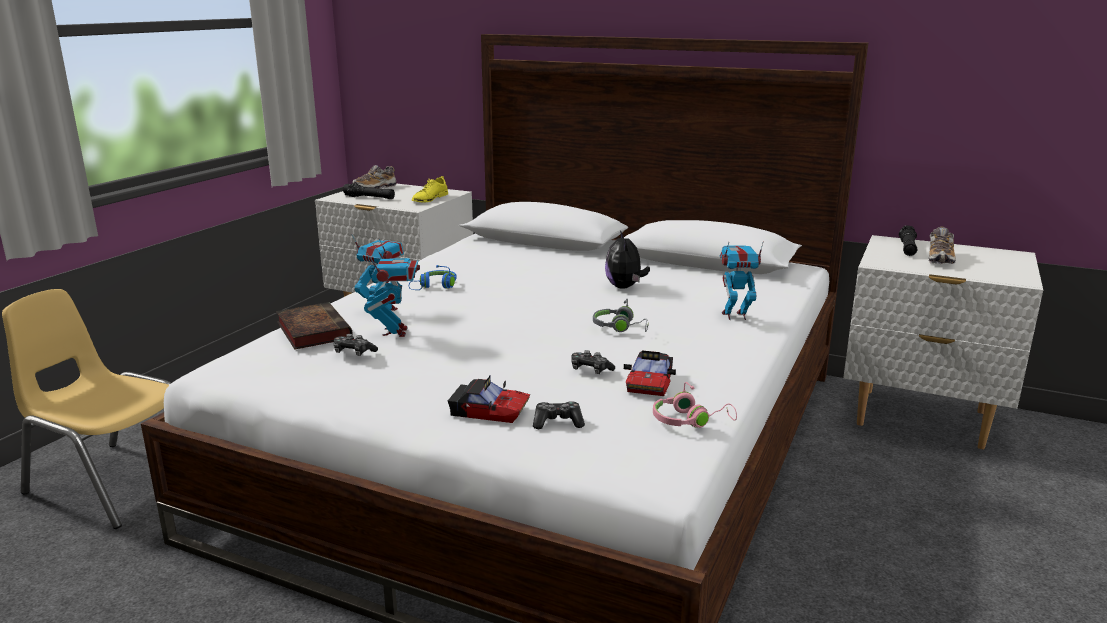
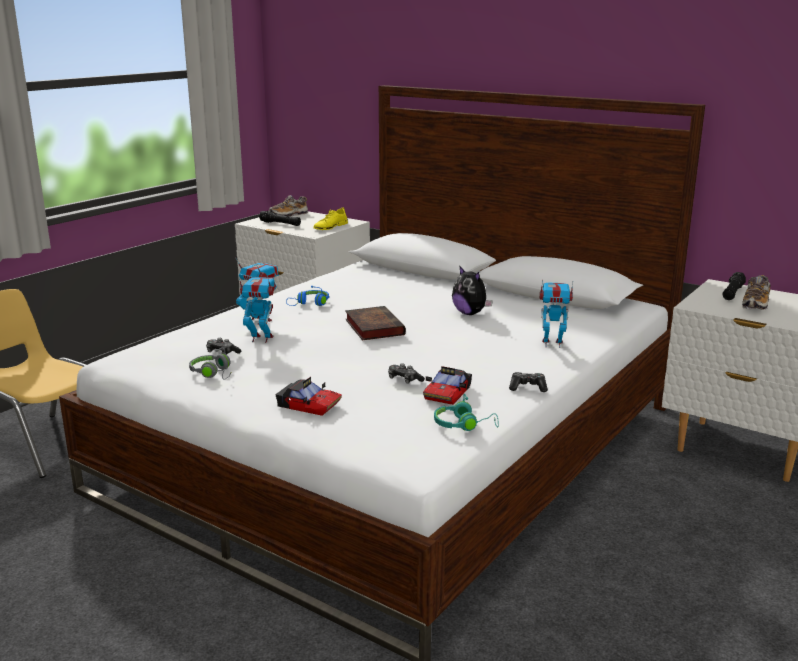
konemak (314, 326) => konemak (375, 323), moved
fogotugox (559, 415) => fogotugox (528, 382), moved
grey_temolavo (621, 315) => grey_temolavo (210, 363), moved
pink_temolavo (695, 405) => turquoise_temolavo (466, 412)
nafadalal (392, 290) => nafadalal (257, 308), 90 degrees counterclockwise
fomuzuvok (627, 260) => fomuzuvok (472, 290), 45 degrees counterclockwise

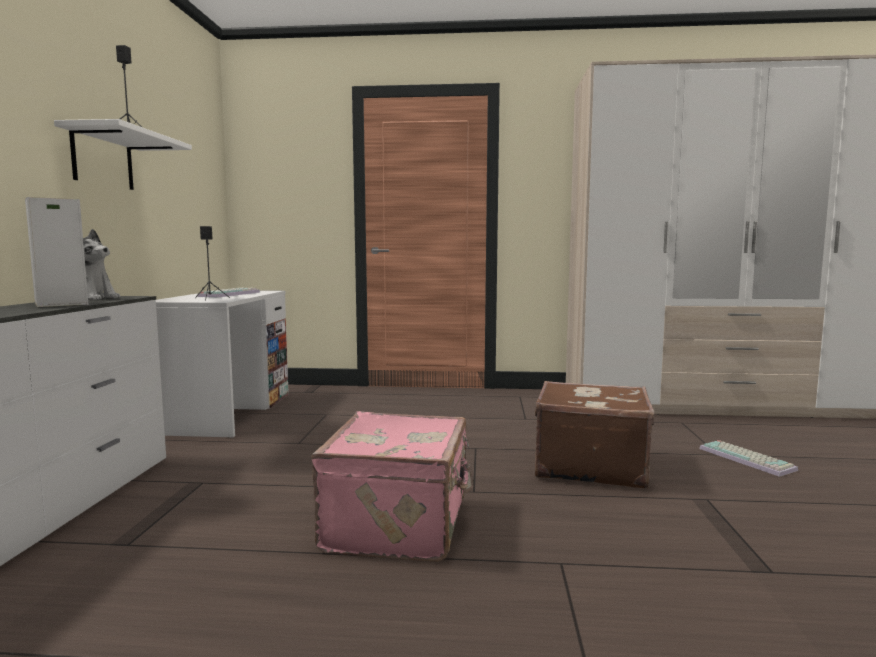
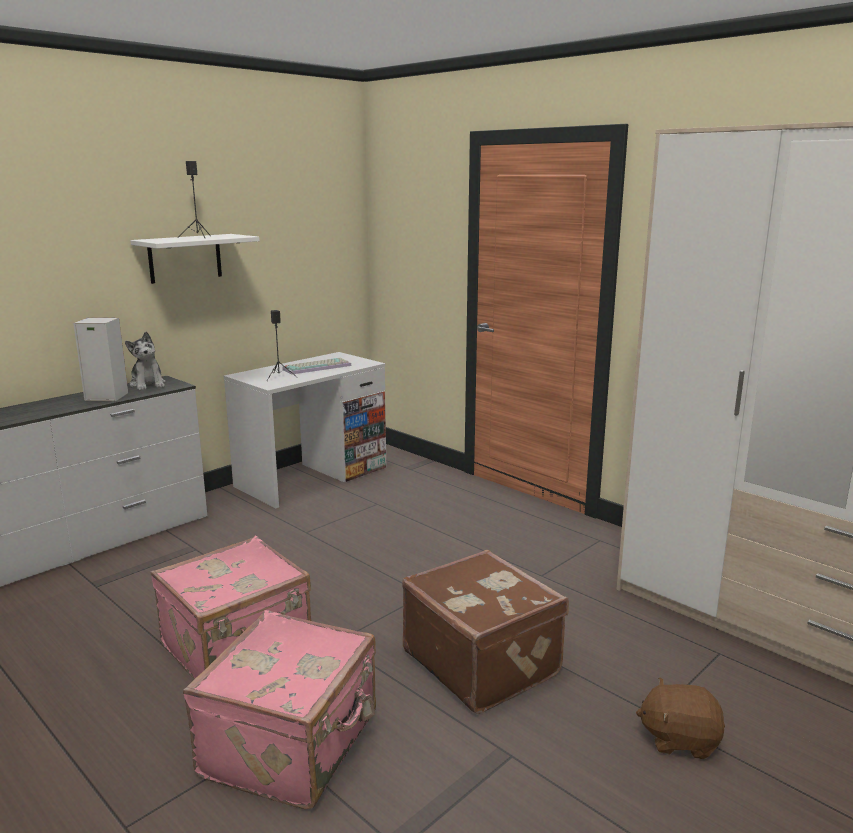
nothing => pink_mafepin (279, 710)
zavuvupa (748, 458) => brown_fomuzuvok (680, 718)

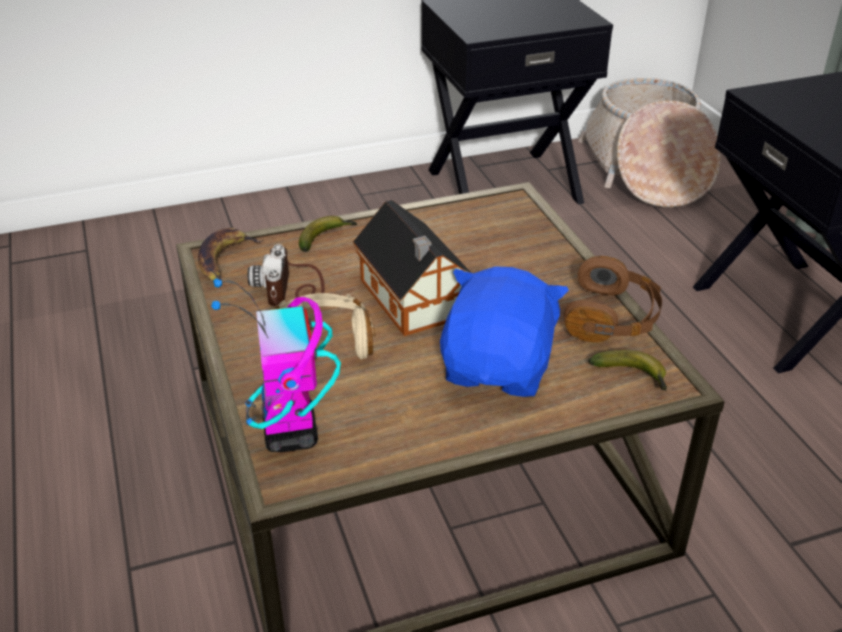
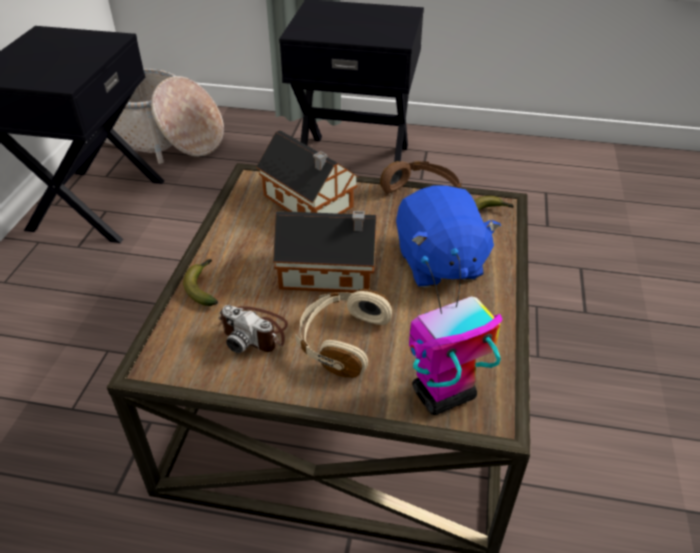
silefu (230, 254) => nothing
nothing => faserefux (307, 172)
nafadalal (276, 365) => nafadalal (456, 331), 135 degrees clockwise
blue_fomuzuvok (504, 331) => blue_fomuzuvok (448, 236), 150 degrees counterclockwise

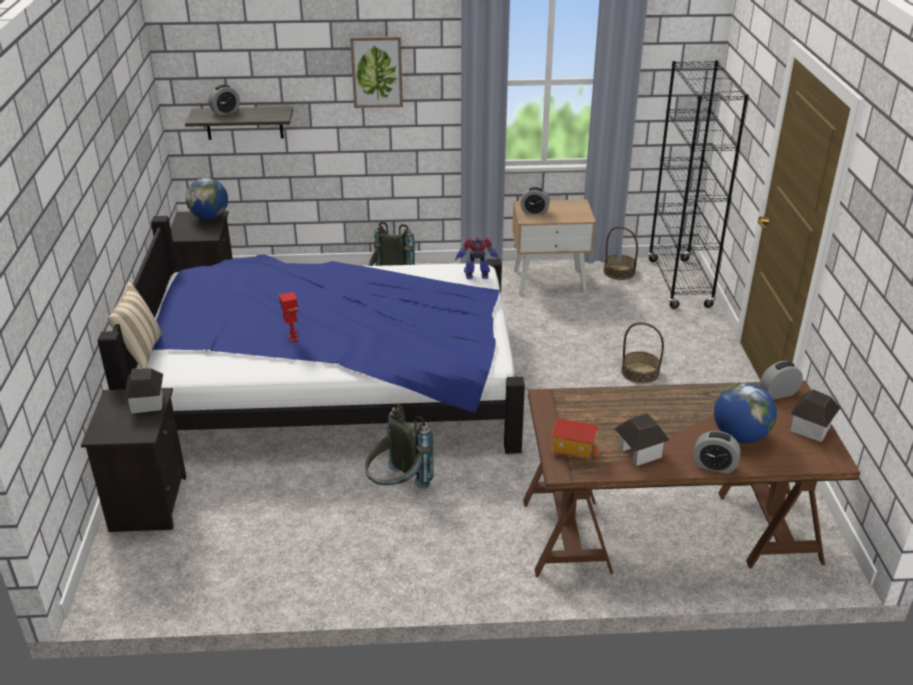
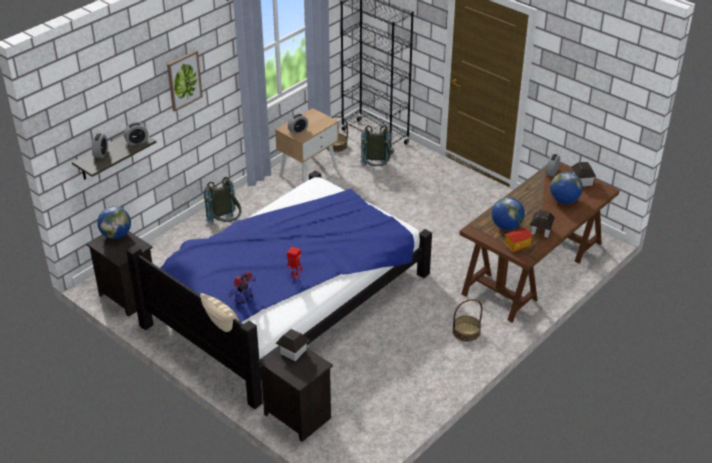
nothing => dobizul (508, 213)
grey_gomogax (399, 446) => grey_gomogax (375, 145), moved
nafadalal (477, 258) => nafadalal (242, 288), moved
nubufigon (642, 353) => nubufigon (467, 320), moved
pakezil (716, 452) => pakezil (136, 134), moved

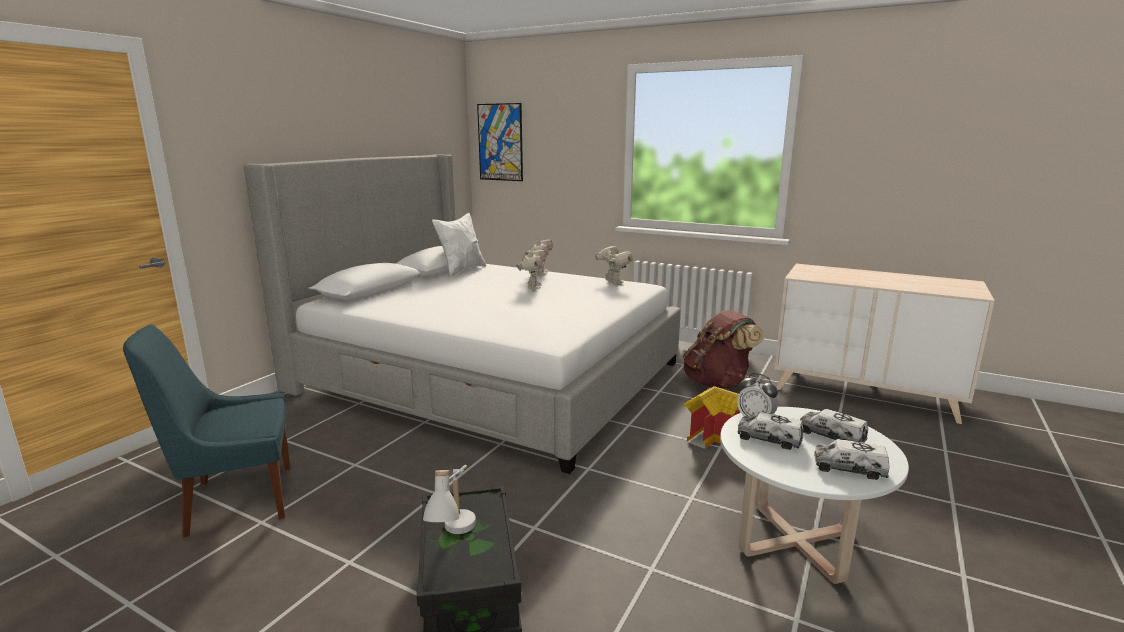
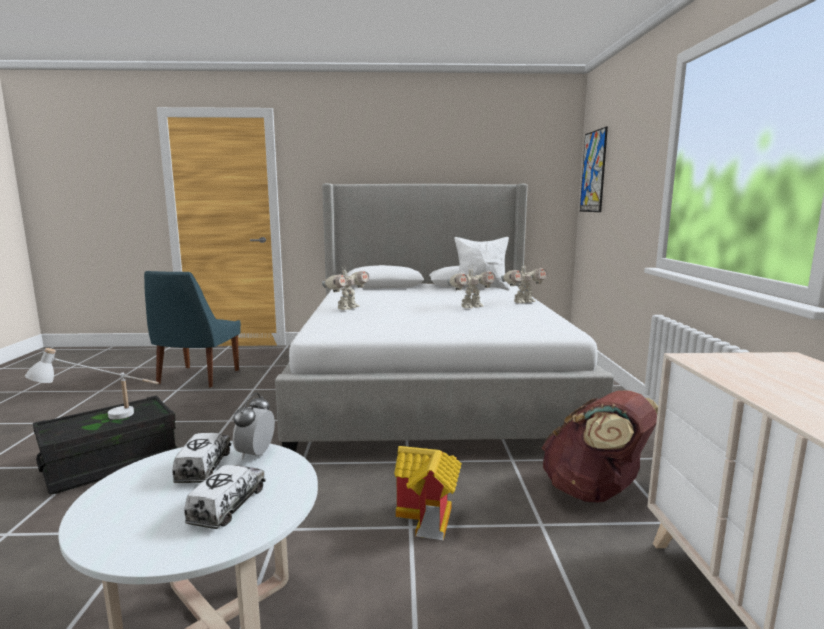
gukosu (852, 459) => nothing
nafadalal (614, 263) => nafadalal (345, 288), moved
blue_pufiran (206, 431) => blue_pufiran (192, 329), 120 degrees counterclockwise

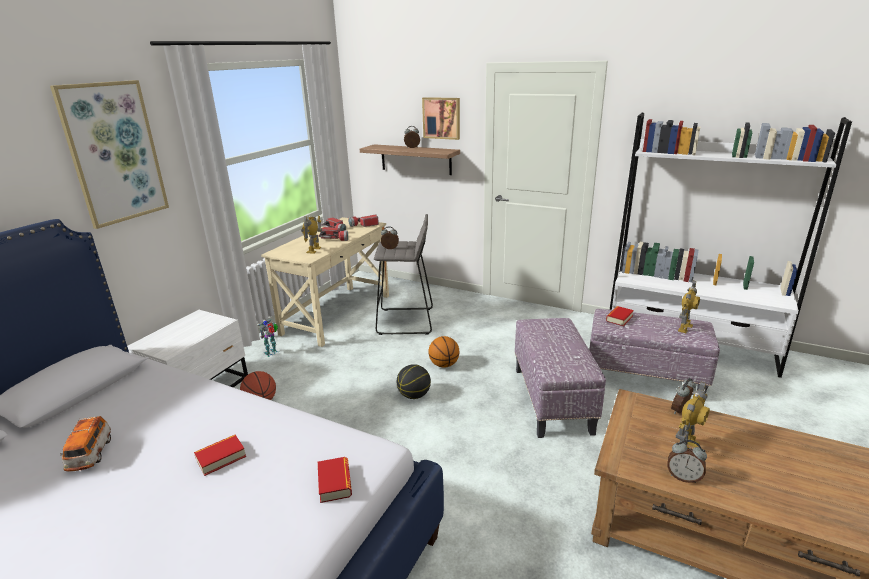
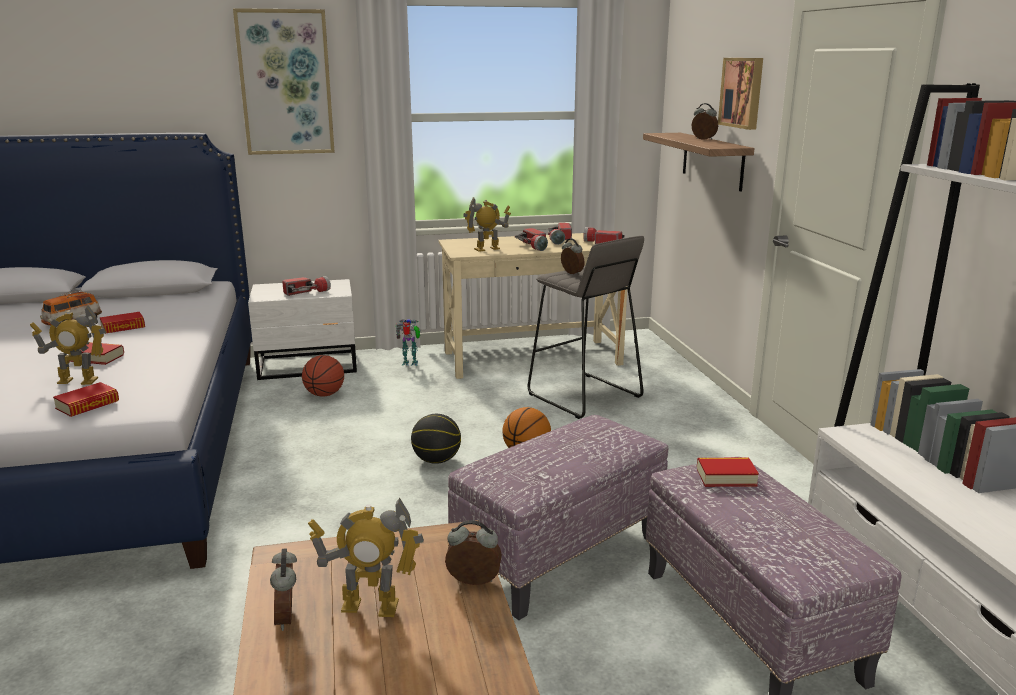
nothing => konemak (122, 323)
nothing => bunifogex (306, 286)
nafadalal (689, 307) => nafadalal (68, 345), moved

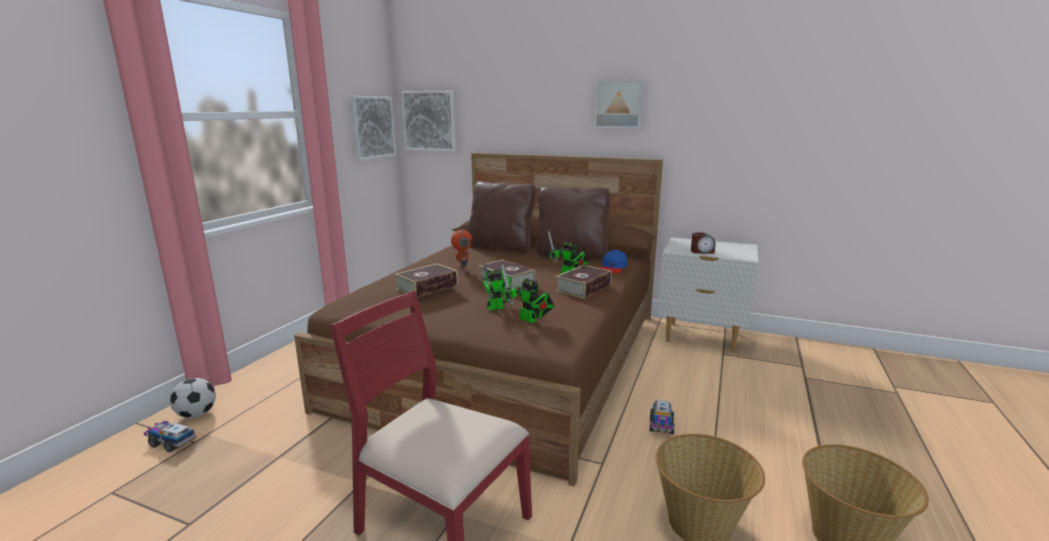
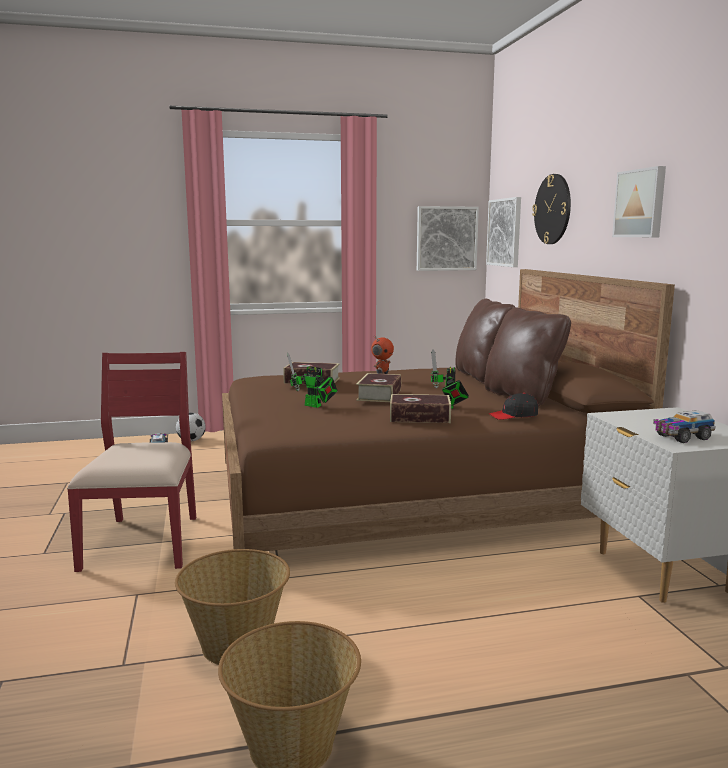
nafadalal (527, 294) => nothing
pakezil (703, 243) => nothing
nothing => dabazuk (551, 209)
gukosu (662, 417) => gukosu (684, 426), moved
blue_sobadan (614, 262) => black_sobadan (513, 406)

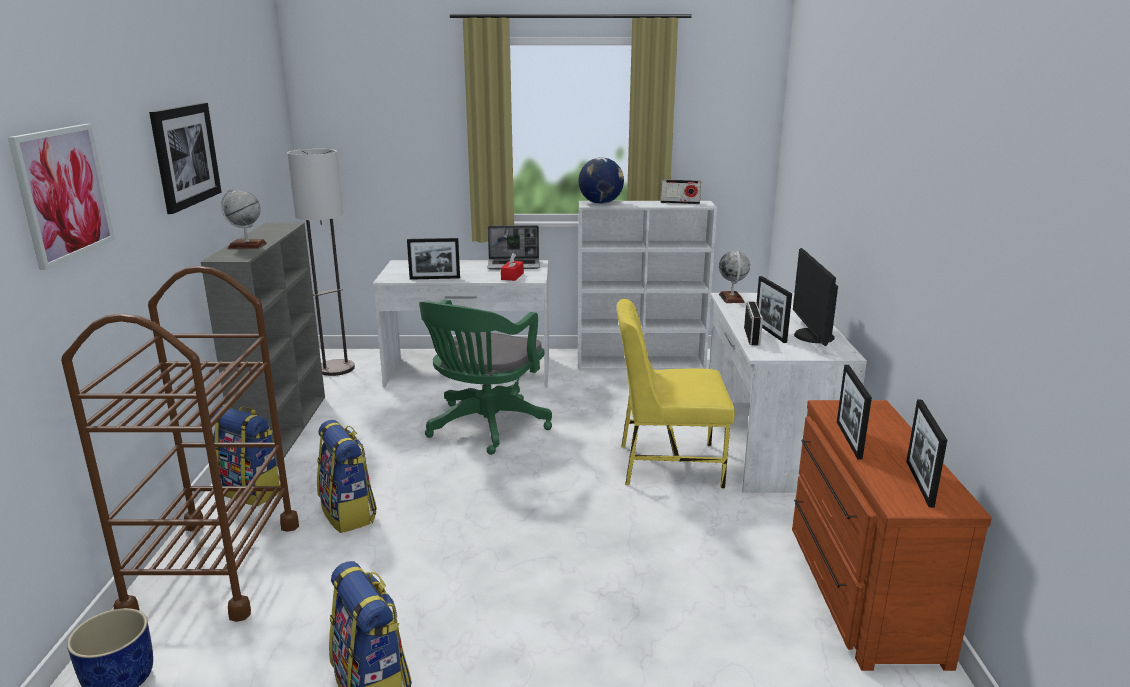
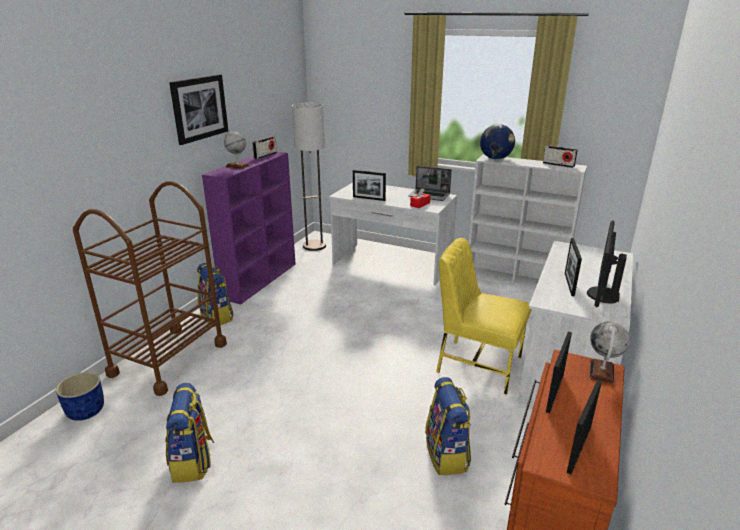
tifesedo (61, 197) => nothing
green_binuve (485, 377) => nothing
gomogax (347, 476) => gomogax (448, 426), moved
dobizul (734, 277) => dobizul (610, 353), moved
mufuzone (753, 323) => mufuzone (264, 147), moved
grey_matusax (263, 345) => purple_matusax (249, 228)

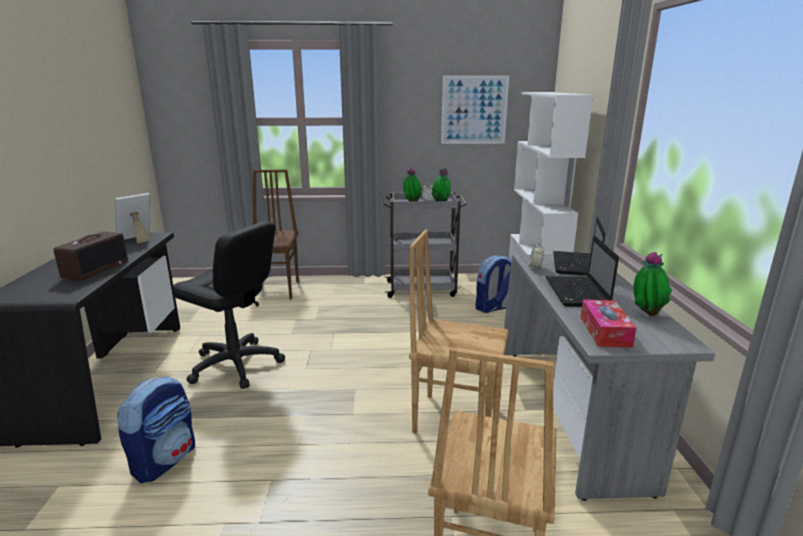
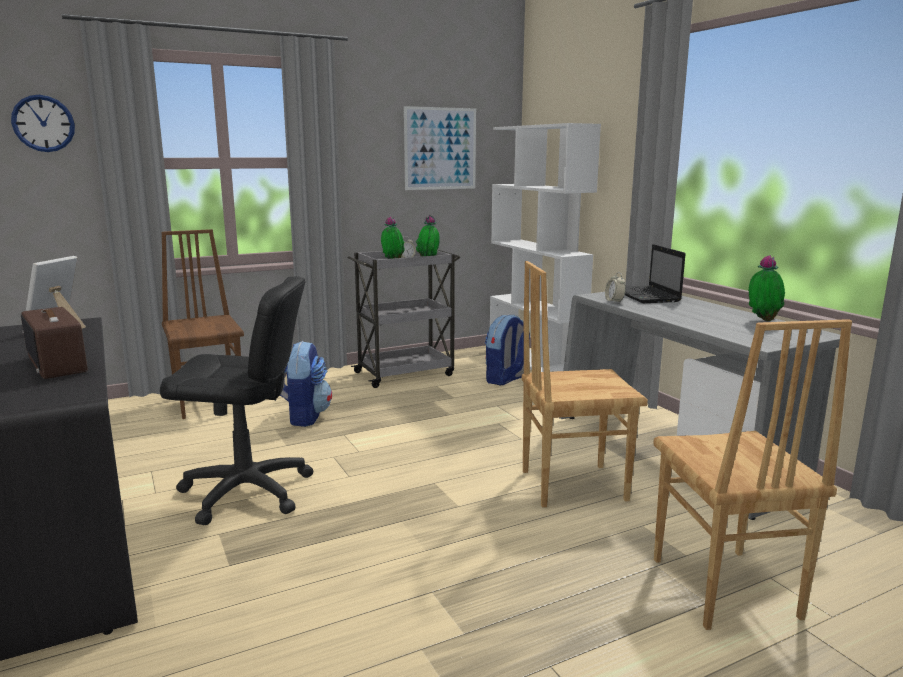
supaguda (582, 271) => nothing
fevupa (608, 324) => nothing
nothing => dabazuk (43, 123)
gomogax (156, 430) => gomogax (306, 384), moved
mufuzone (91, 256) => mufuzone (54, 343), 150 degrees clockwise

